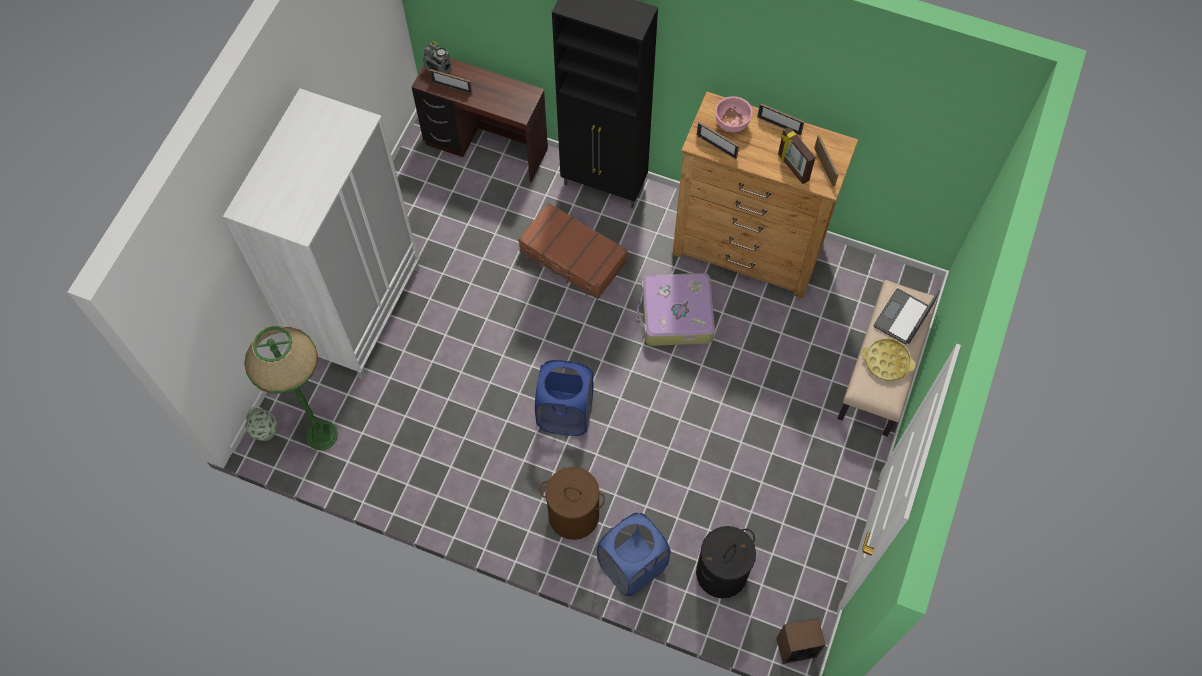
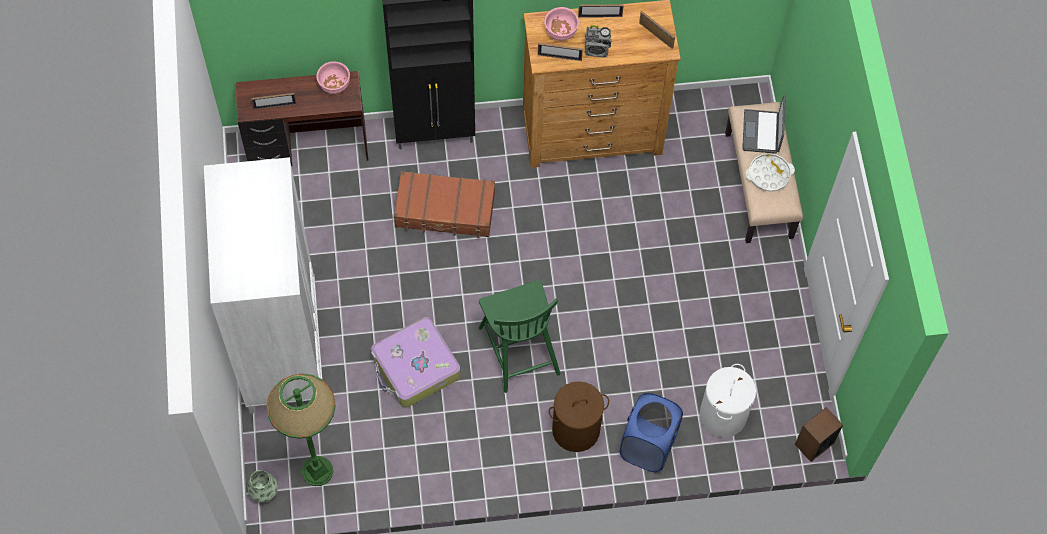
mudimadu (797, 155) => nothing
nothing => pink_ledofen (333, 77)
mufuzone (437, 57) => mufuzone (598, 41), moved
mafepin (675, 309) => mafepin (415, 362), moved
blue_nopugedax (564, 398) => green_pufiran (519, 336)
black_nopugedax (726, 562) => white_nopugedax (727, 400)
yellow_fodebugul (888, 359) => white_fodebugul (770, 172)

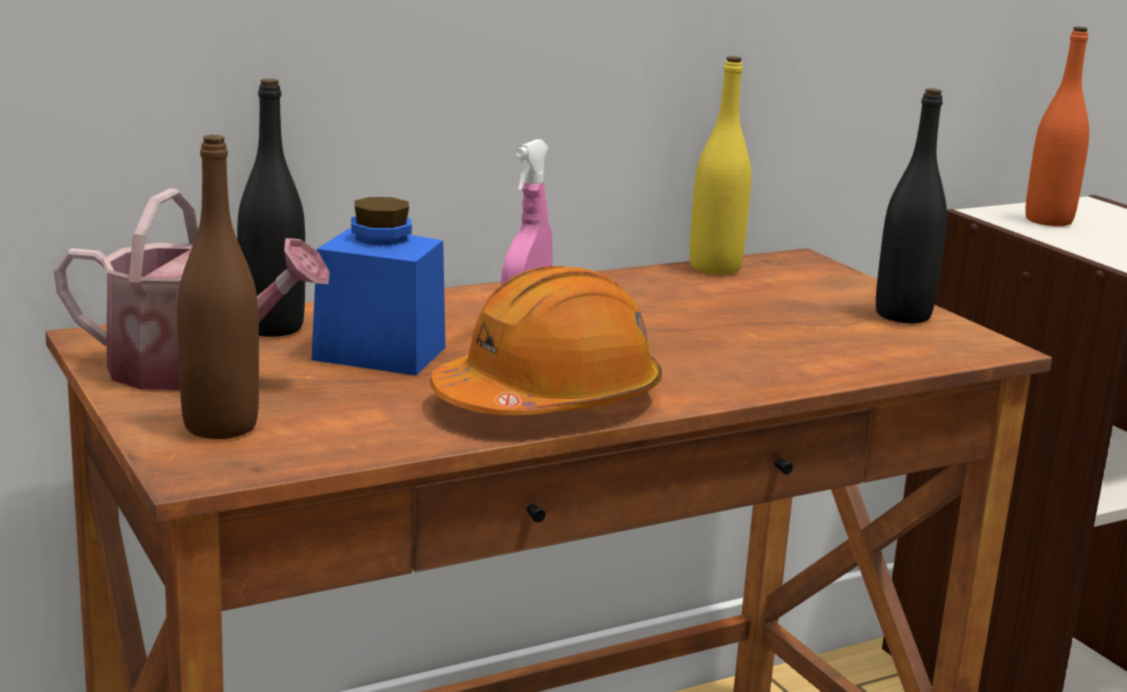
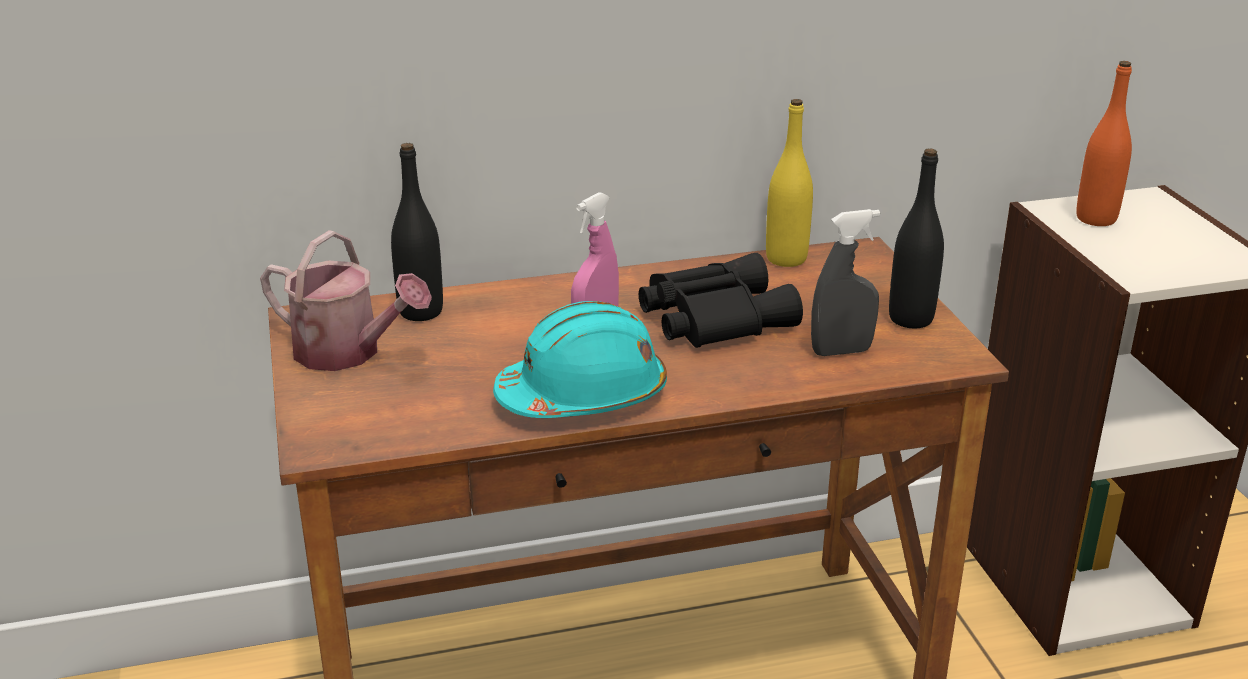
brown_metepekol (218, 287) => nothing
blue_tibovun (378, 286) => nothing
nothing => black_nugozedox (721, 300)
nothing => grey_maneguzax (845, 282)
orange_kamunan (546, 340) => turquoise_kamunan (580, 359)

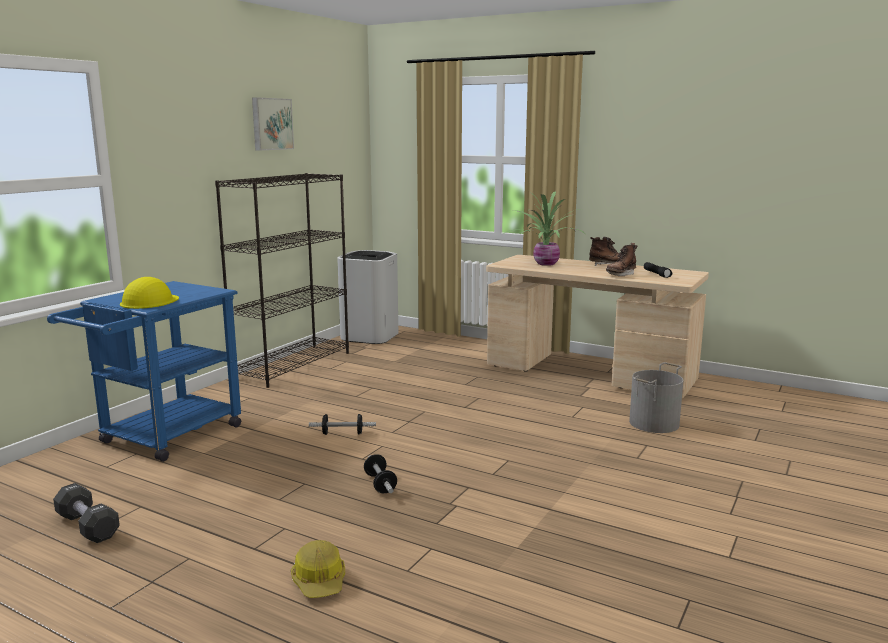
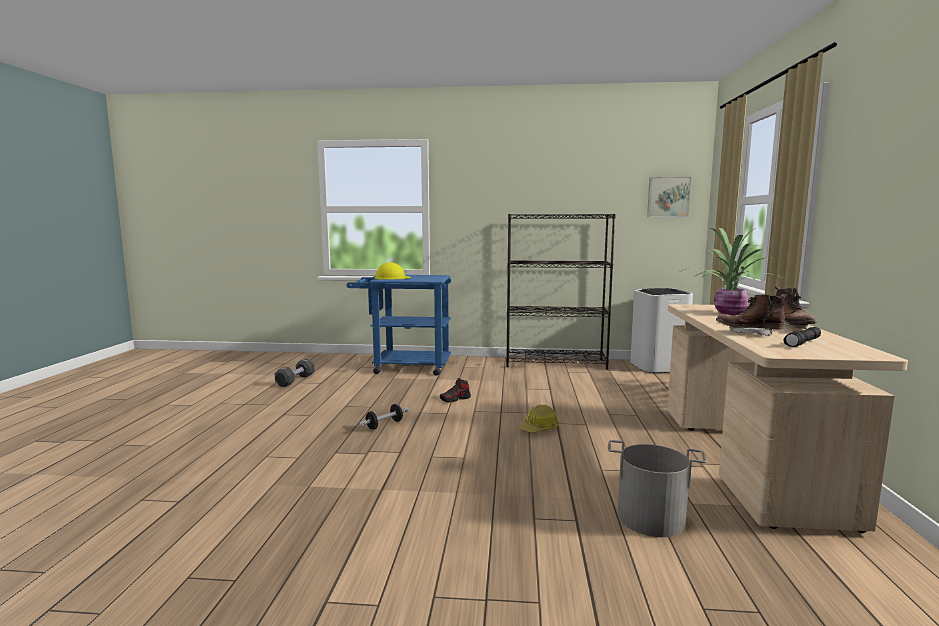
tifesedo (273, 123) => tifesedo (669, 197), moved
kamunan (318, 569) => kamunan (539, 419), moved
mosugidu (342, 424) => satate (455, 390)

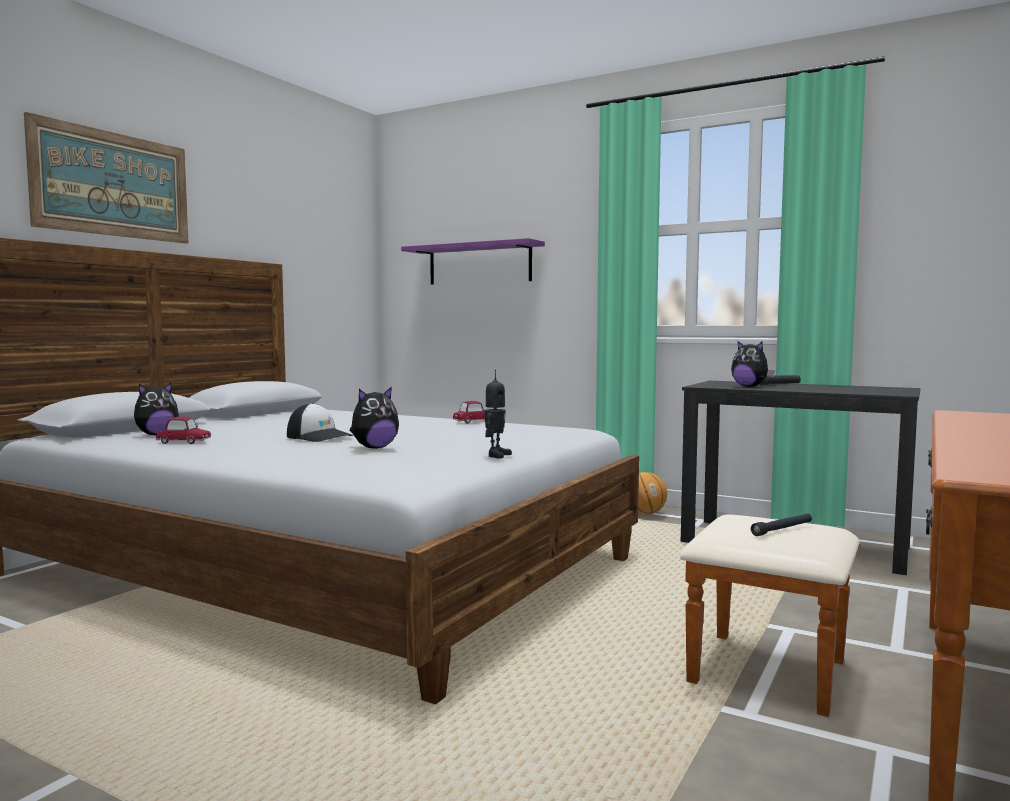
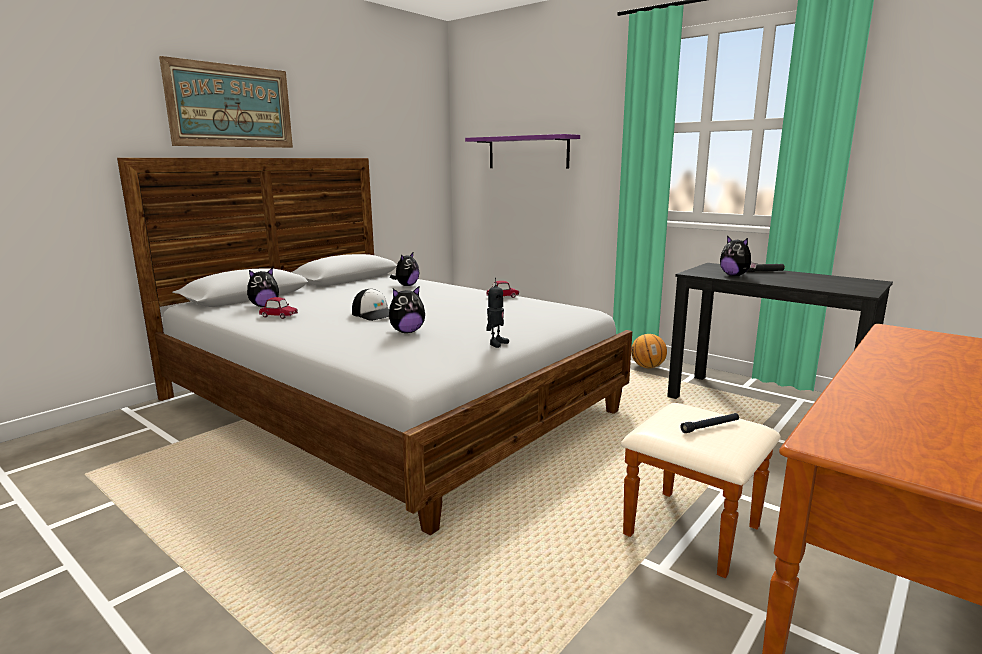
nothing => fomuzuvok (405, 269)

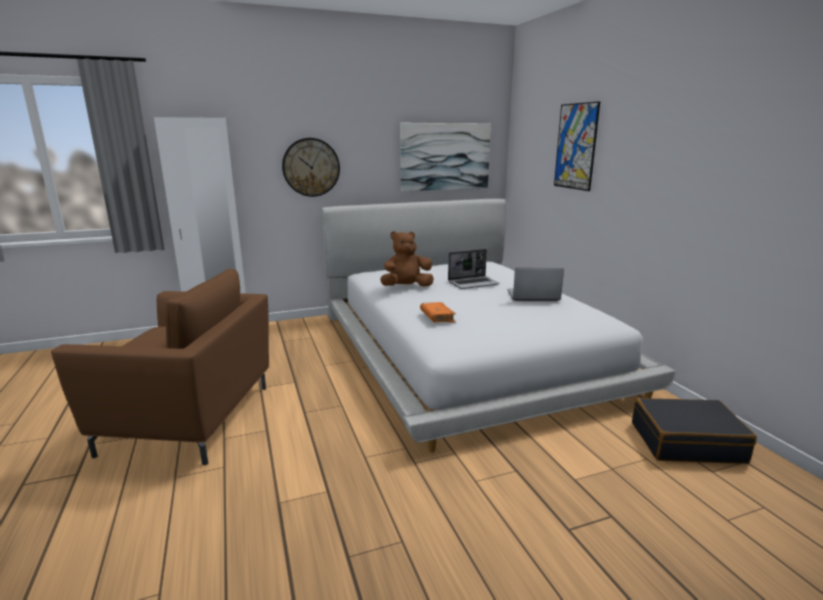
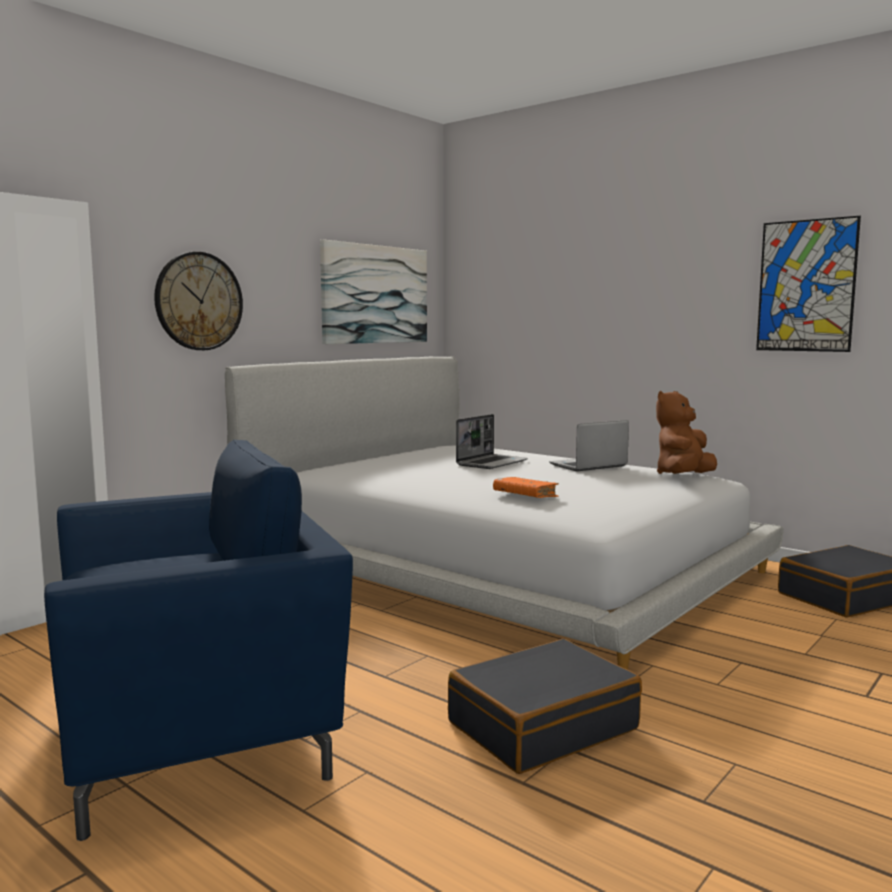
nothing => black_mafepin (545, 706)
brown_fomuzuvok (407, 259) => brown_fomuzuvok (686, 432), moved
tifesedo (577, 146) => tifesedo (808, 284), moved
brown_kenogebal (160, 367) => blue_kenogebal (198, 640)

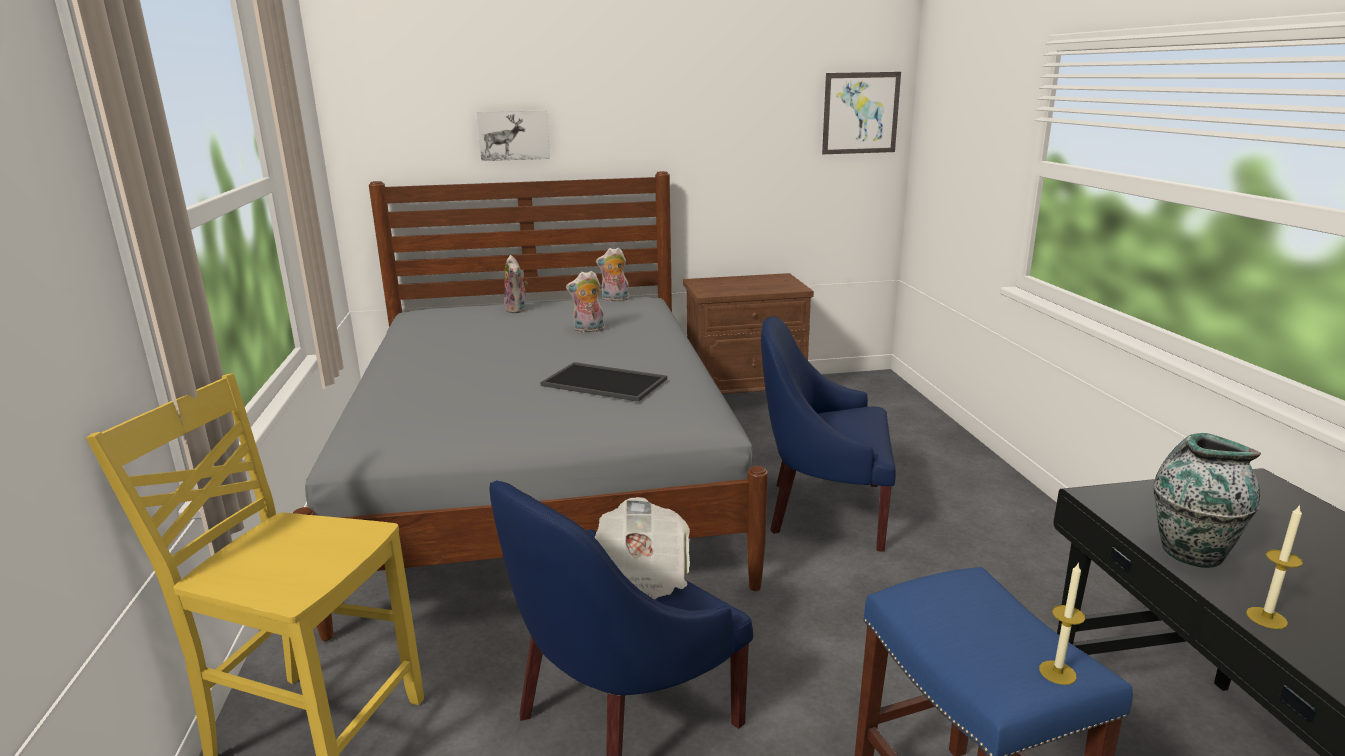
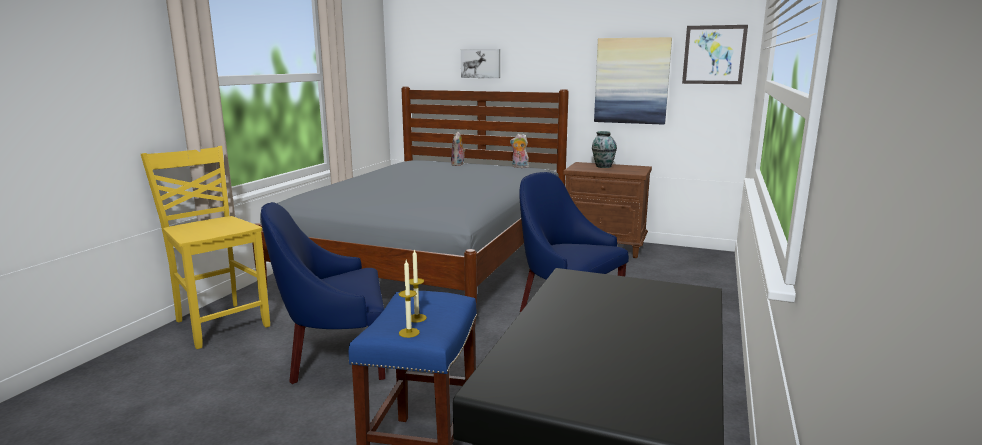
fodebugul (603, 382) => nothing
fomuzuvok (585, 302) => nothing
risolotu (642, 548) => nothing
nothing => tifesedo (633, 81)
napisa (1207, 500) => napisa (604, 149), moved
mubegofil (1274, 566) => mubegofil (418, 286), moved

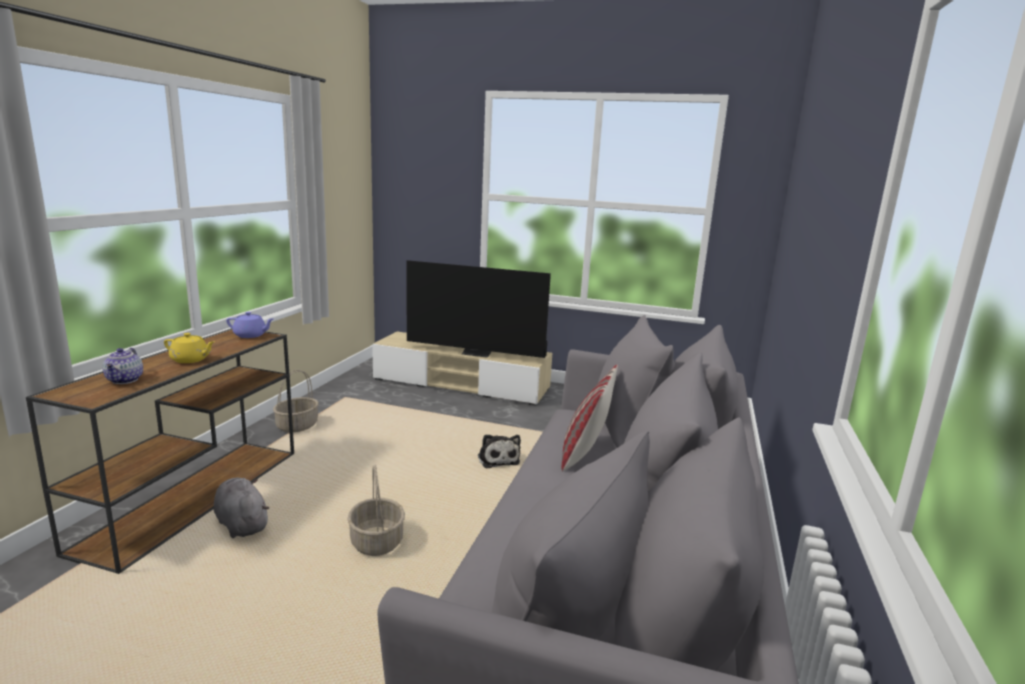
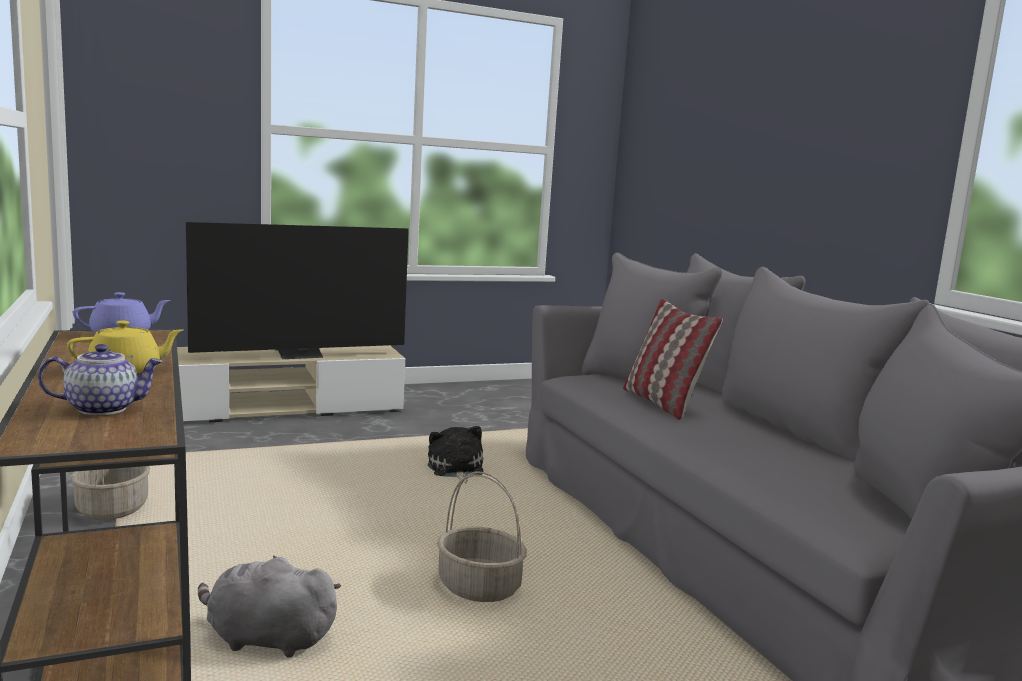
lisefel (123, 366) => lisefel (100, 380), 60 degrees counterclockwise
fomuzuvok (499, 451) => fomuzuvok (456, 454), 135 degrees counterclockwise

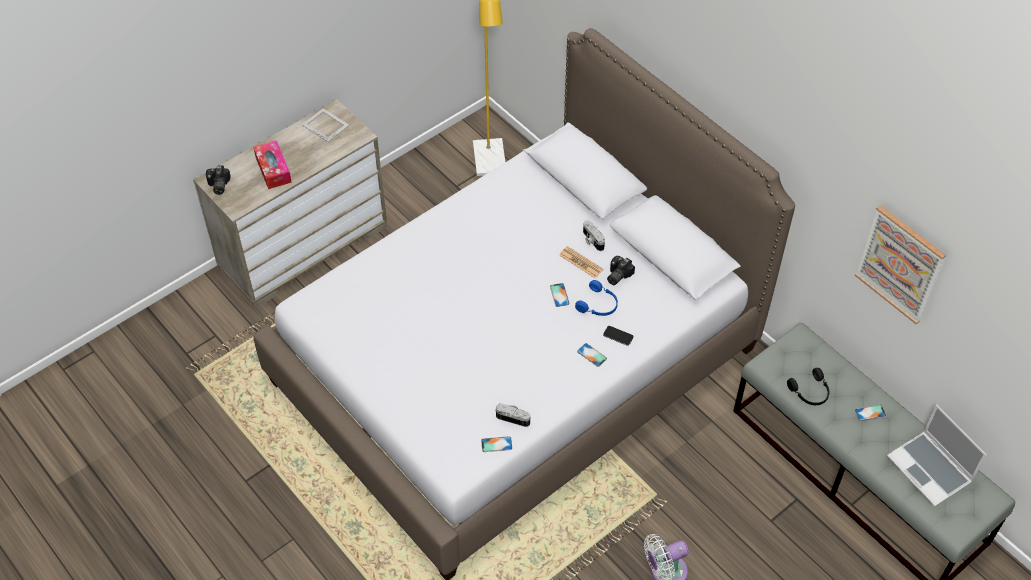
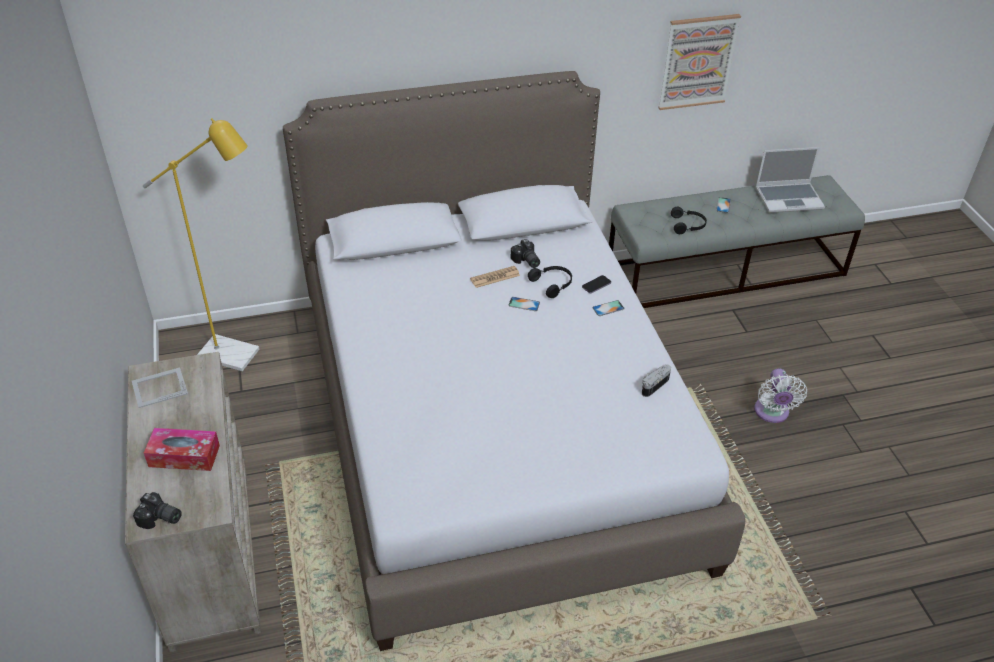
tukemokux (496, 444) => nothing
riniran (594, 235) => nothing
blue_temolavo (596, 298) => black_temolavo (550, 282)

